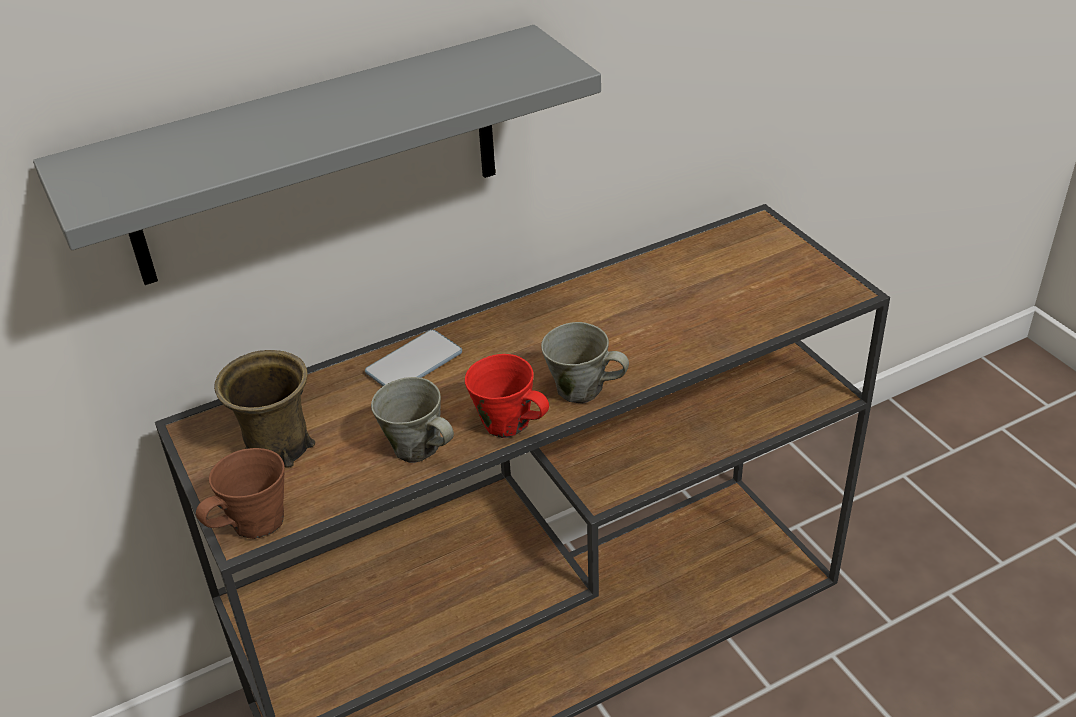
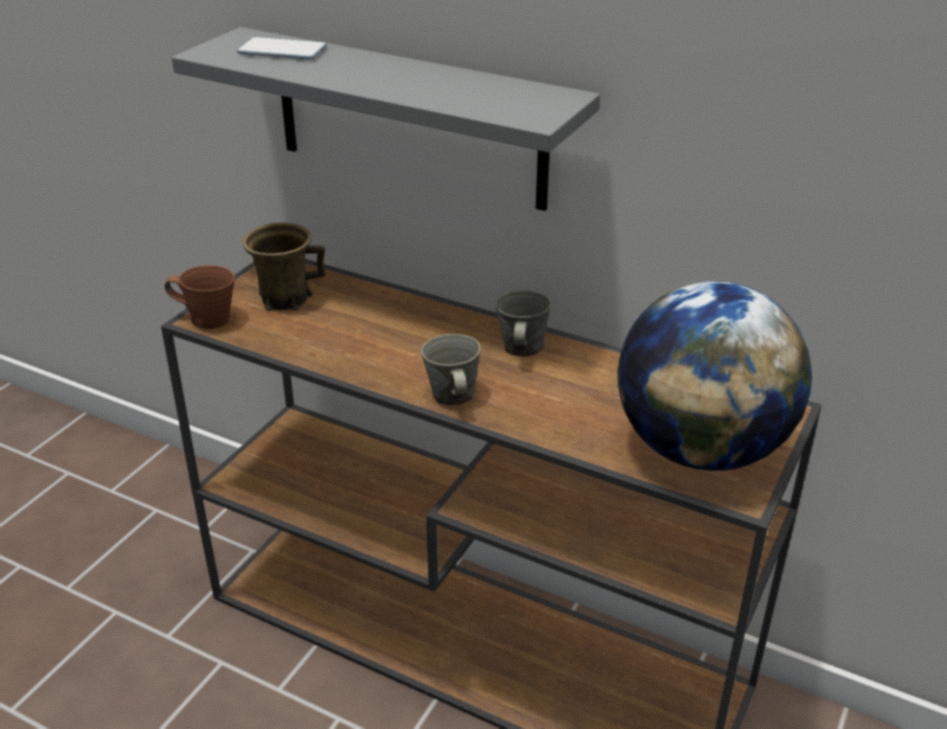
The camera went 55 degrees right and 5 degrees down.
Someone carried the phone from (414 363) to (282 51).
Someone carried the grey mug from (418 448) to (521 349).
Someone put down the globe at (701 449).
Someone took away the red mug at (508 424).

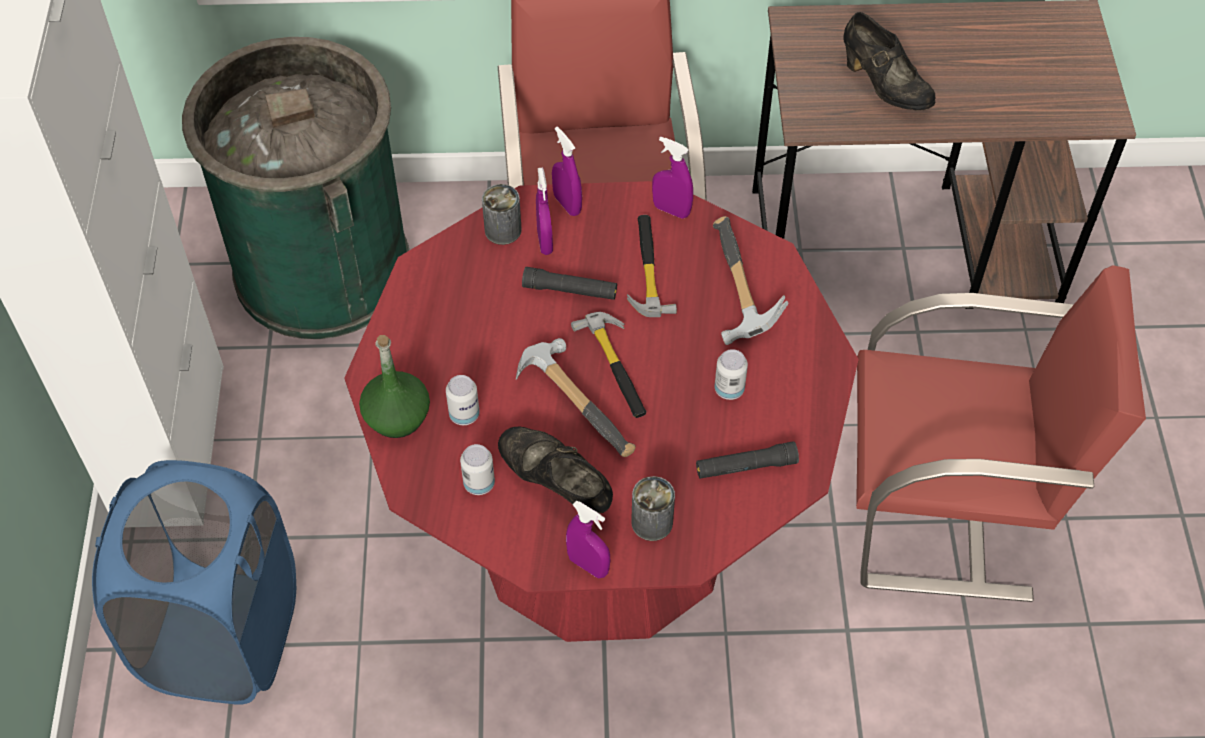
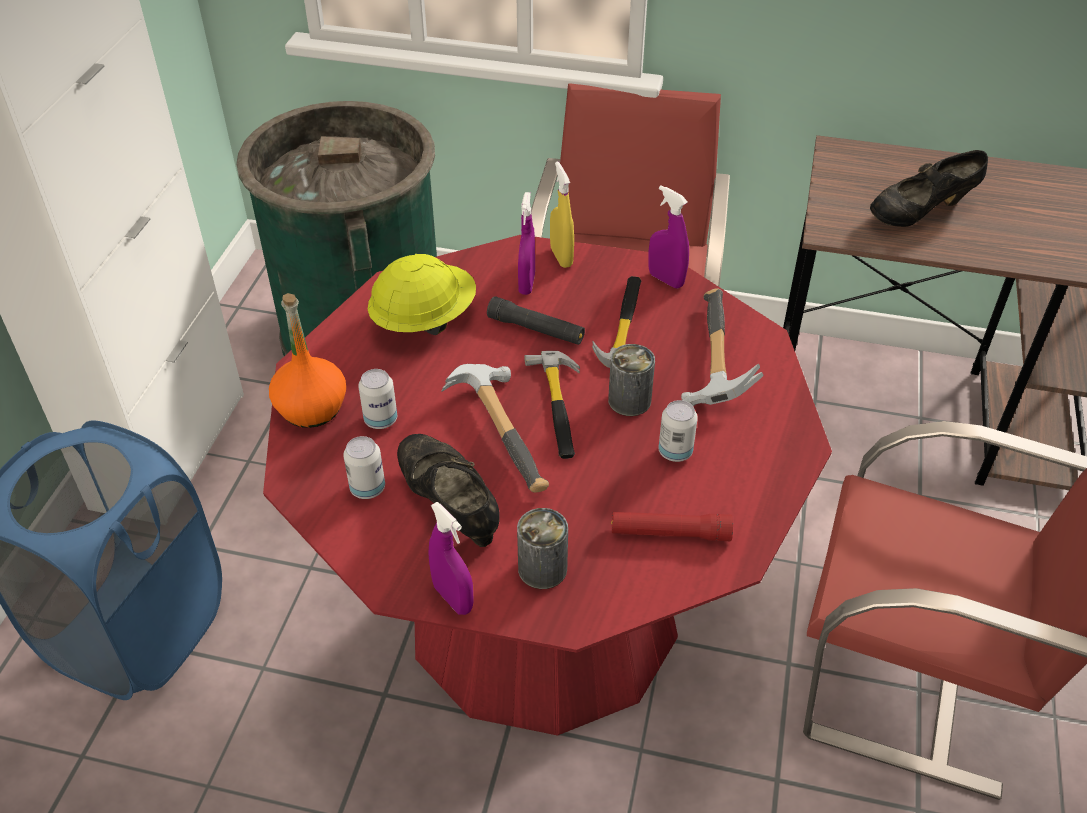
The camera went 15 degrees right and 10 degrees down.
Someone repainted the green bottle at (397 416), which became the orange bottle at (312 408).
Someone put down the yellow hard hat at (424 320).
Someone repainted the purple spray bottle at (567 204), which became the yellow spray bottle at (561 257).
Someone carried the can from (503 230) to (629 400).
Someone repainted the black flashlight at (745 466), which became the red flashlight at (670 533).
Someone rotated the black shoe at (884 86) by 90 degrees clockwise.

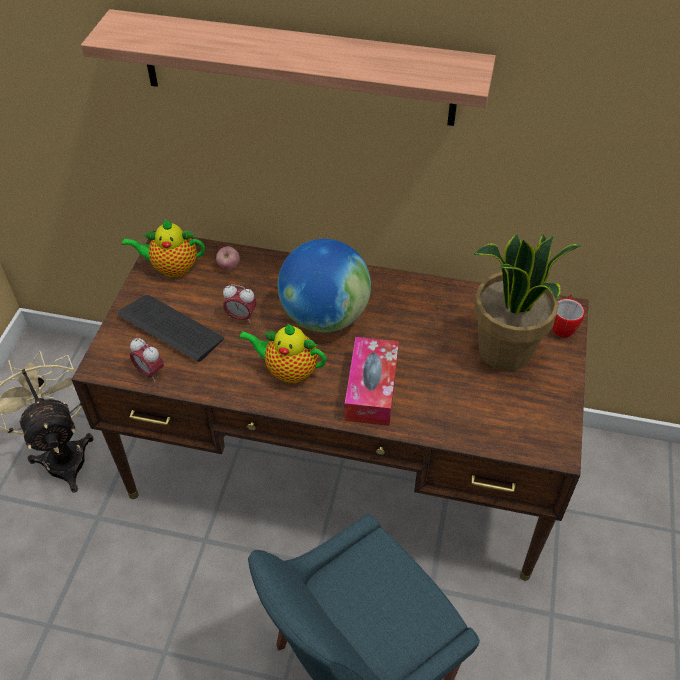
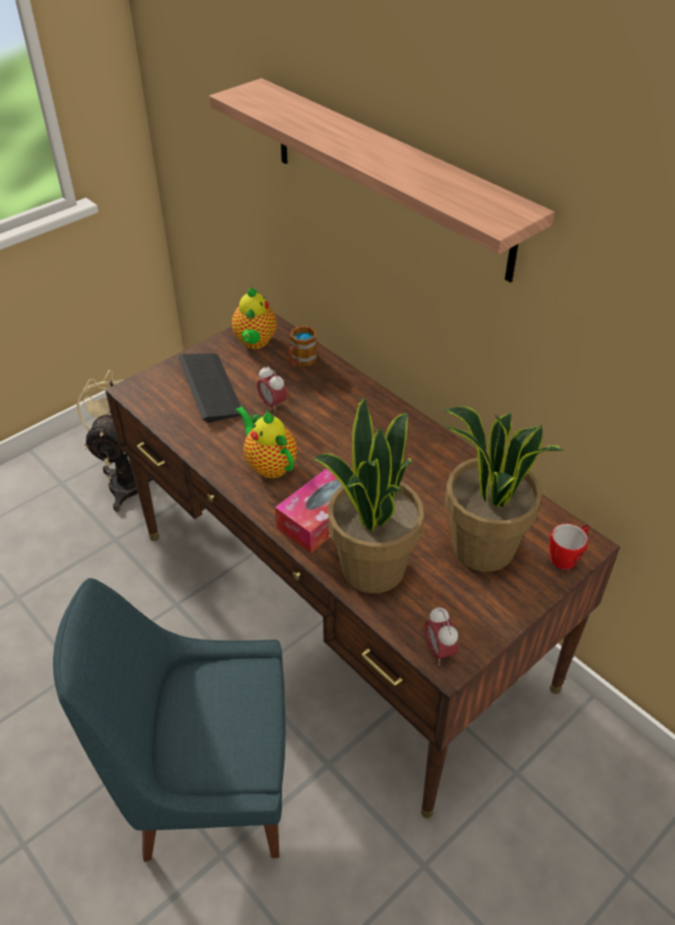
The camera went 35 degrees right and 5 degrees down.
Someone rotated the teapot at (172 268) by 120 degrees counterclockwise.
Someone swapped the apple at (229 266) for the mug at (301 361).
Someone put down the potted plant at (371 567).
Someone carried the alarm clock from (150 372) to (439 651).
Someone took away the globe at (324 316).

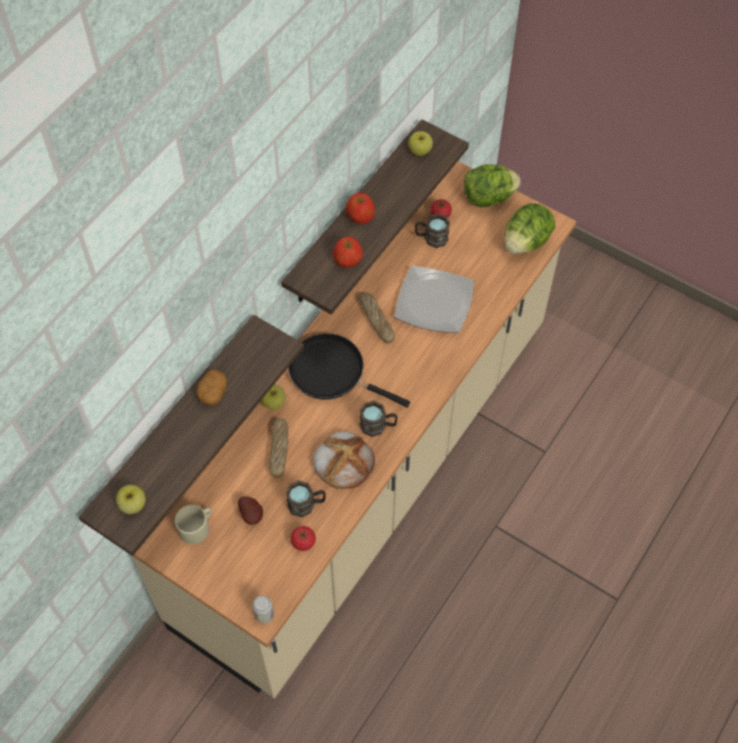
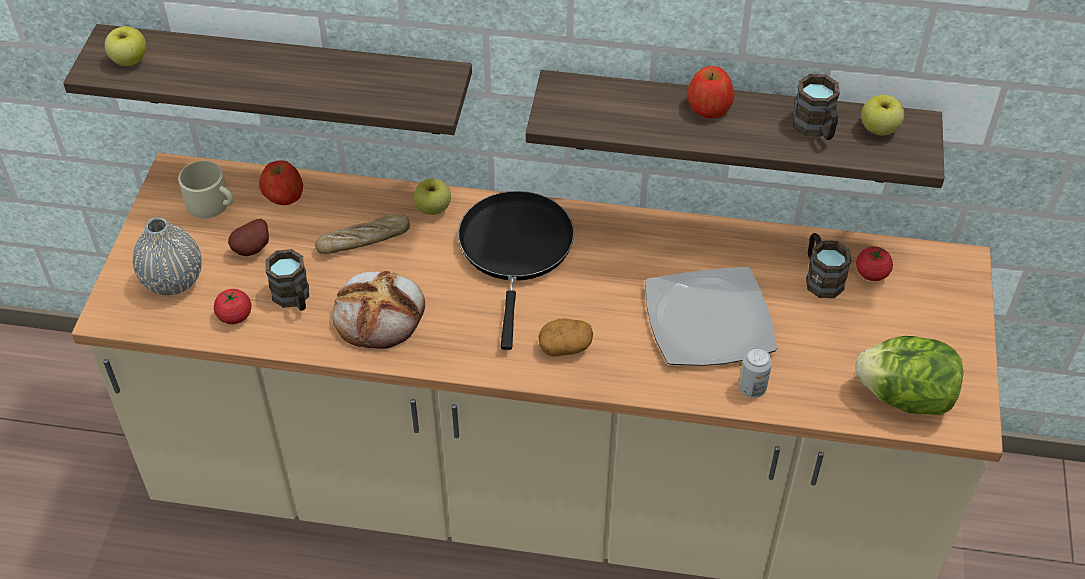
The camera went 65 degrees right and 10 degrees down.
Someone put down the grey vase at (173 280).
Someone carried the apple from (347 259) to (283 195).
Someone carried the potato from (212 392) to (565 346).
Someone carried the can from (264 615) to (752 388).
Someone carried the brown mug from (378 426) to (816 128).
Someone took away the bread at (376 320).
Someone took away the lettuce at (488 198).

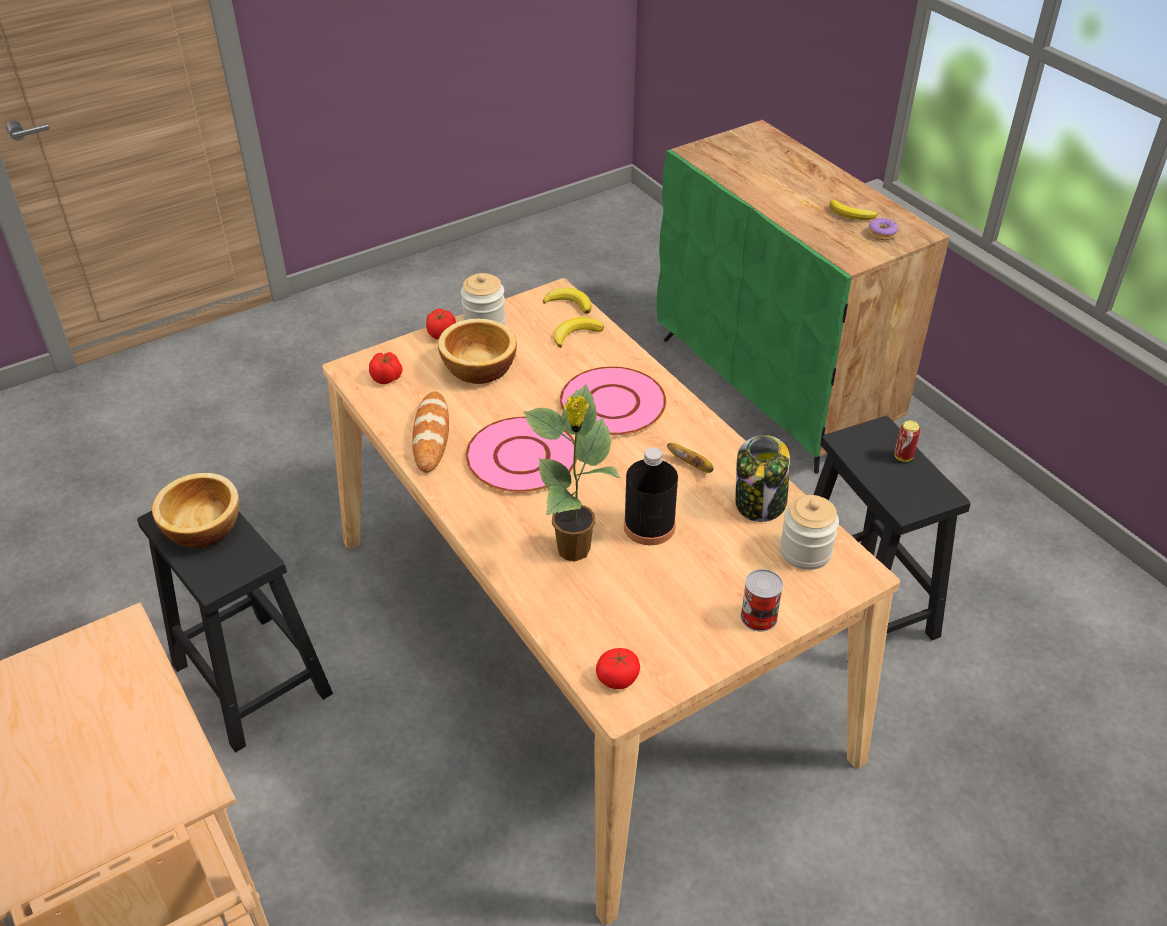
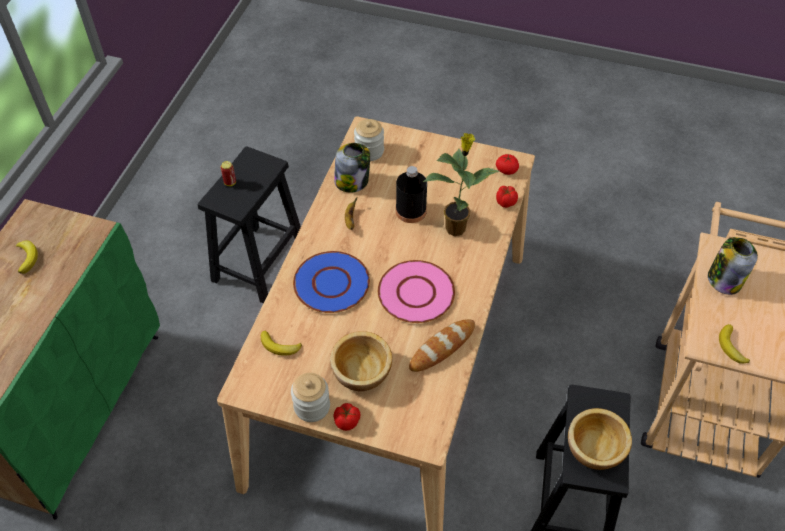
The camera went 130 degrees left and 10 degrees up.
Someone repainted the pink plate at (612 404), which became the blue plate at (332 283).
Someone carried the tomato from (387 378) to (505 202).
Someone put down the jar at (724 279).
Someone carried the banana from (569 303) to (731 347).
Someone took away the can at (759 617).
Someone took away the donut at (882 234).

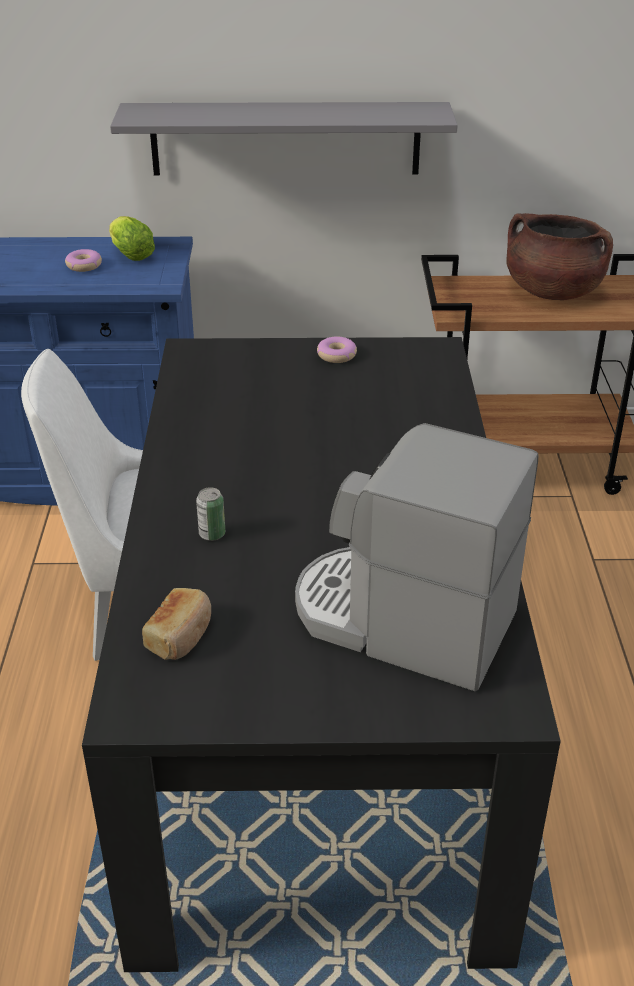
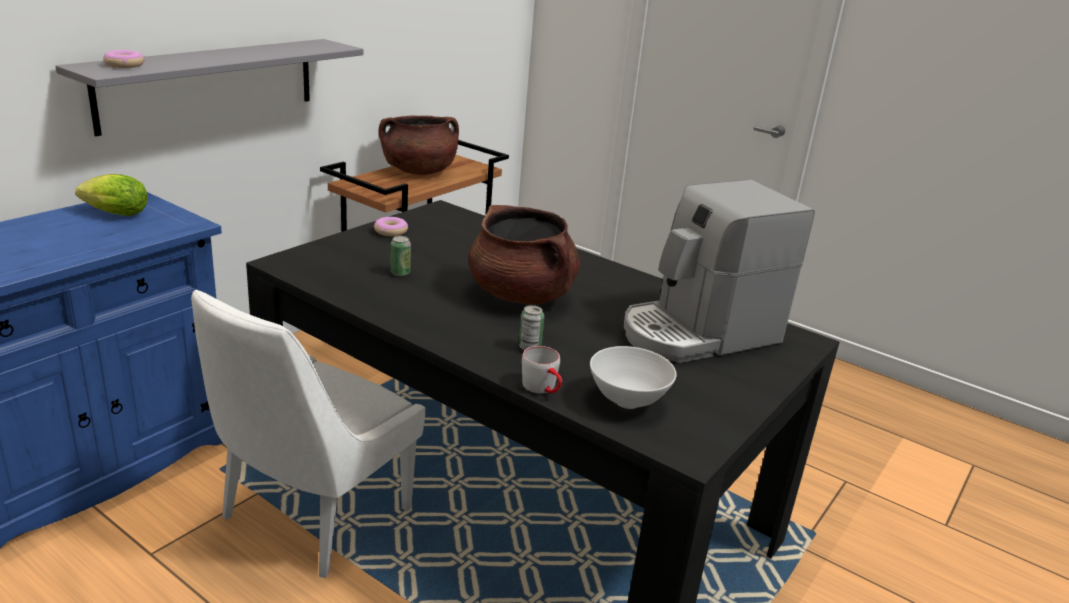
The camera went 55 degrees left and 10 degrees down.
Someone carried the donut from (84 266) to (124 65).
Someone put down the can at (400 273).
Someone put down the brown cooking pot at (522 295).
Someone put down the grey mug at (543 389).
Someone swapped the bread at (180 636) for the white bowl at (628 402).

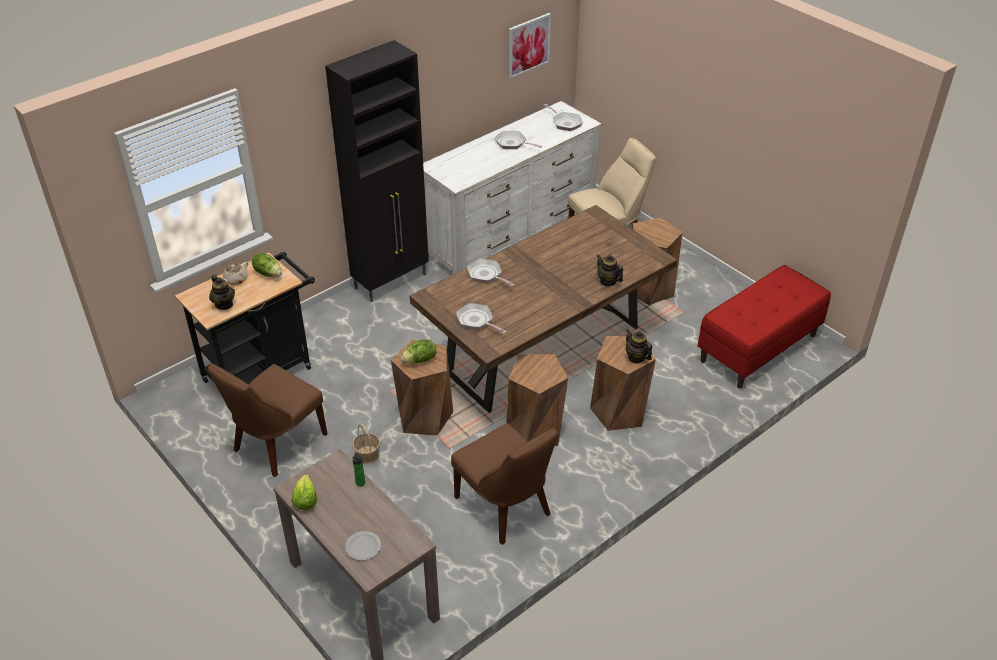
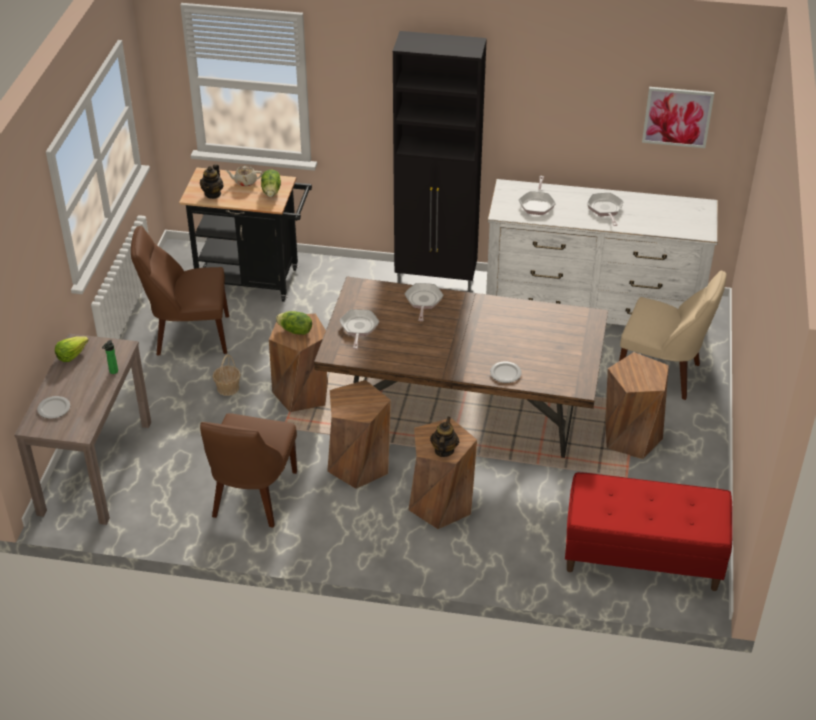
The camera went 50 degrees right and 0 degrees up.
Someone swapped the teapot at (608 281) for the plate at (505 373).
Someone carried the frying pan from (565 123) to (537 204).

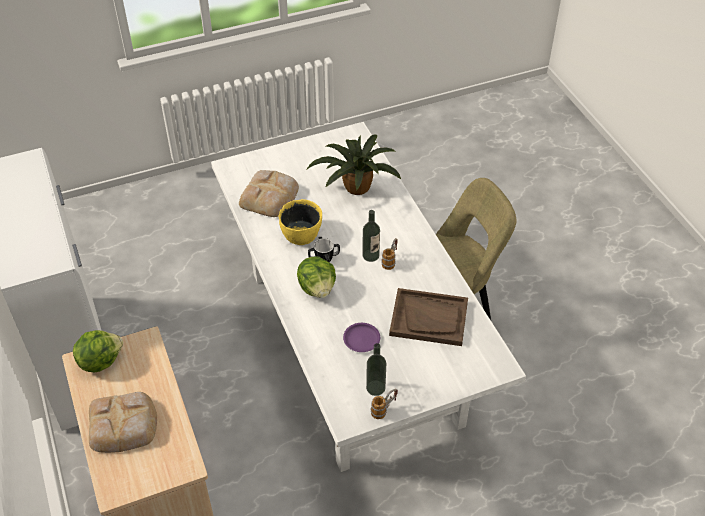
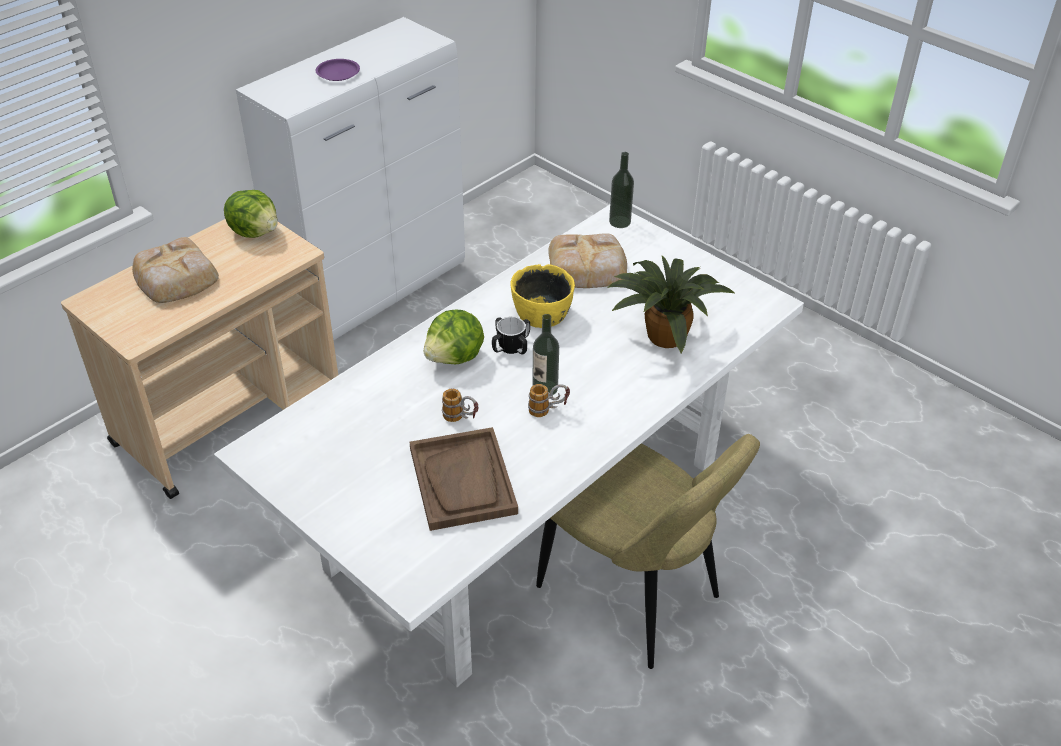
The camera went 65 degrees right and 5 degrees down.
Someone carried the purple plate from (361 339) to (338 73).
Someone carried the mug from (384 409) to (461 418).
Someone carried the bottle from (375 388) to (619 222).

